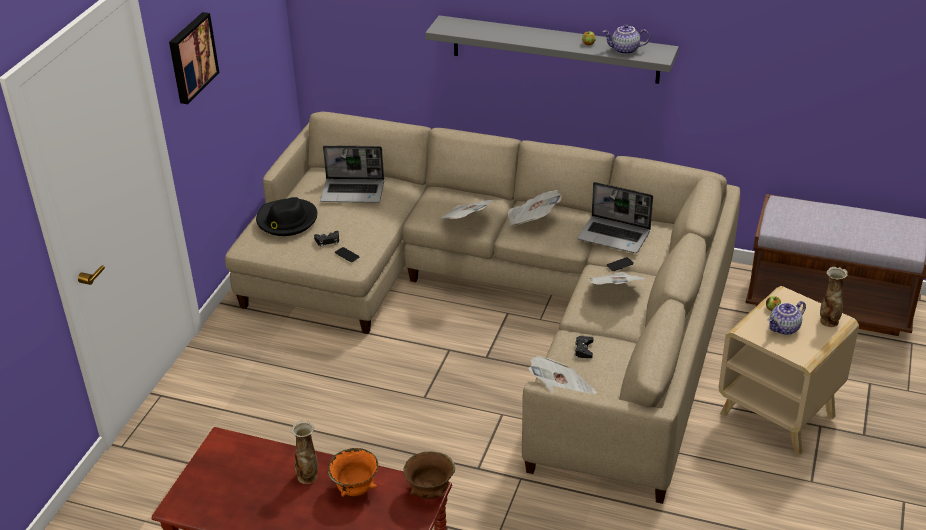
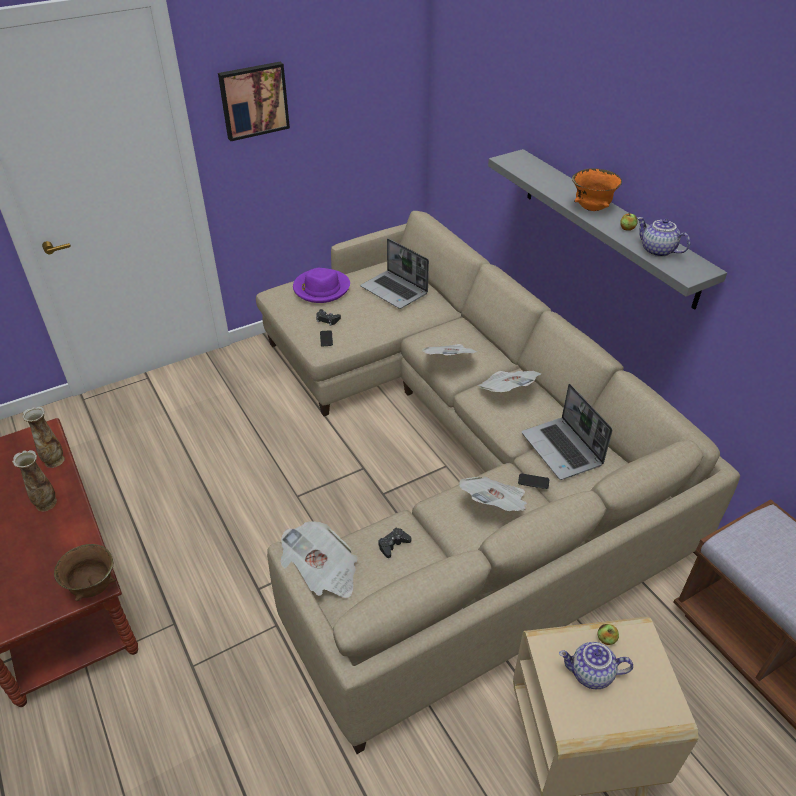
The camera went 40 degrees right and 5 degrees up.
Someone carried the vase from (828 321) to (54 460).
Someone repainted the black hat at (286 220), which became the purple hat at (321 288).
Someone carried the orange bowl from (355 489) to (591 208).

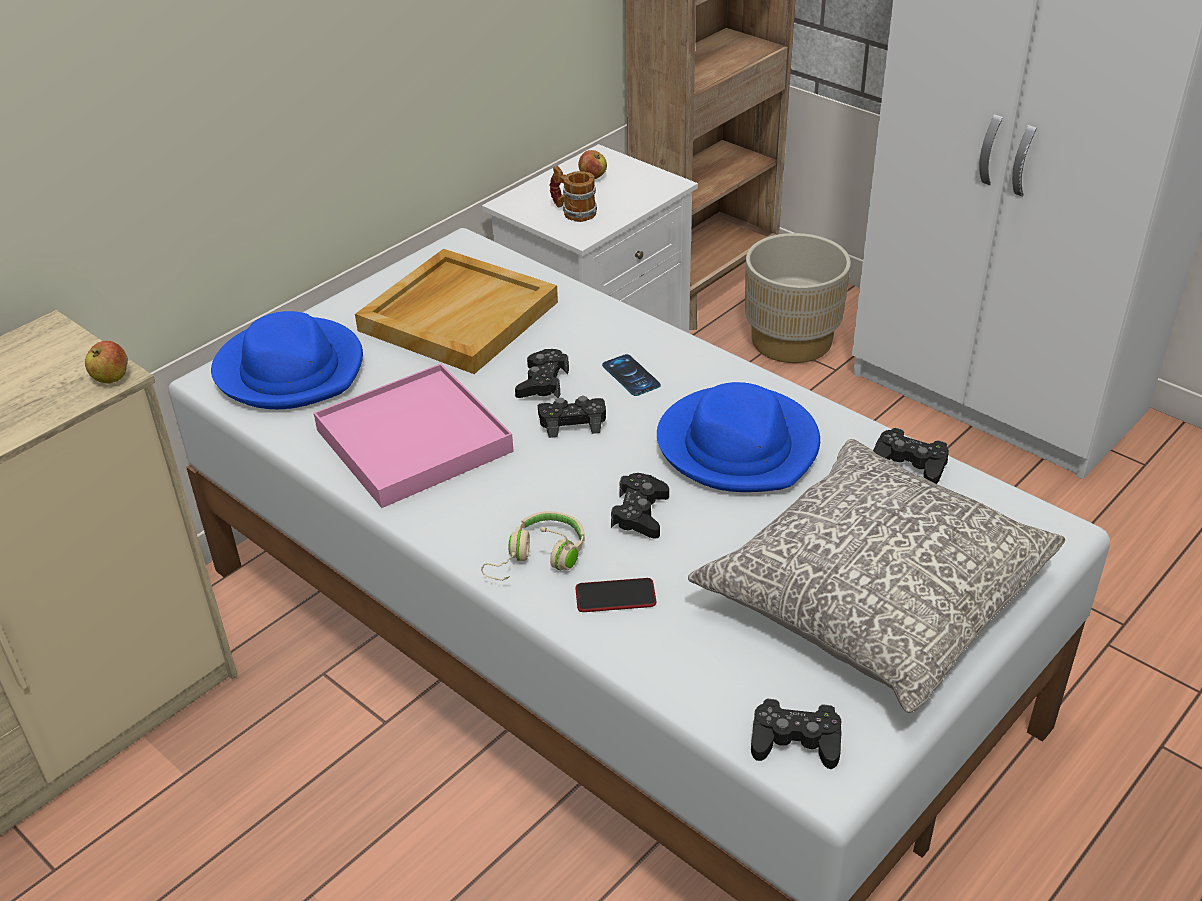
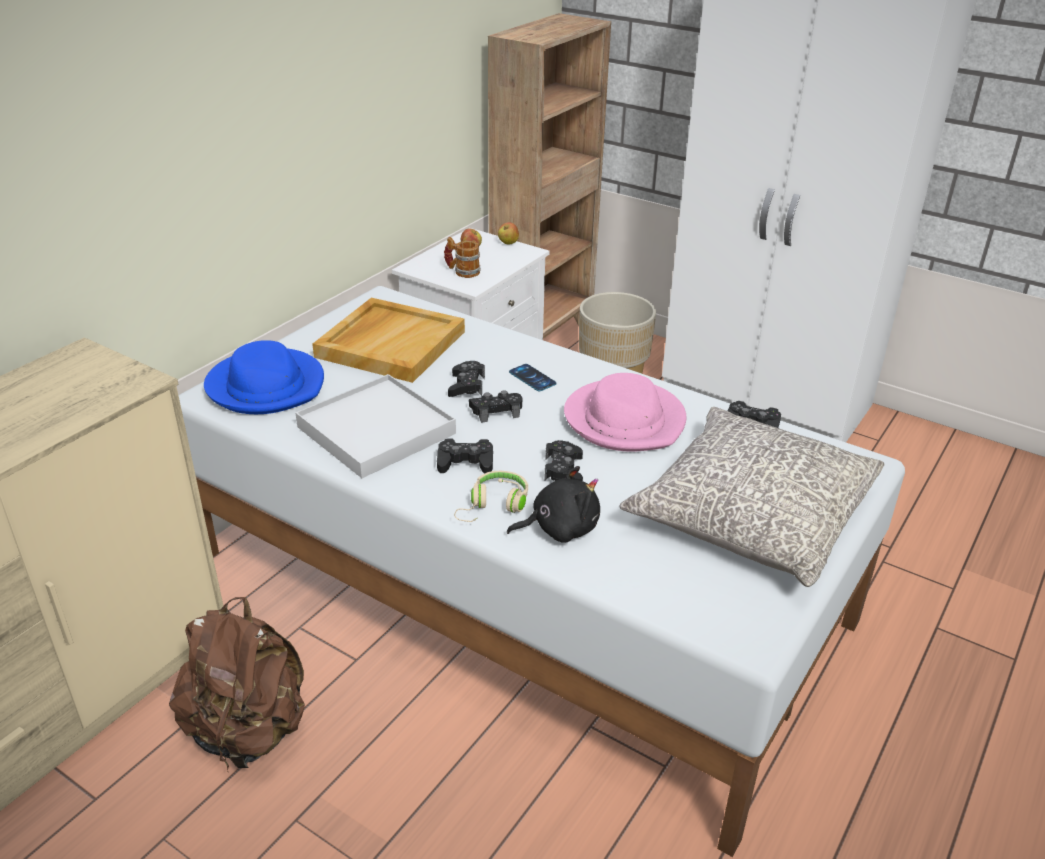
The camera went 10 degrees left and 5 degrees down.
Someone put down the brown backpack at (248 732).
Someone repainted the pink tray at (414 441), which became the white tray at (377 430).
Someone carried the black game controller from (795 741) to (465 462).
Someone carried the apple from (111 378) to (508 243).
Someone swapped the phone at (615 596) for the black plush toy at (560 528).
Someone repainted the blue hat at (739 445), which became the pink hat at (625 420).

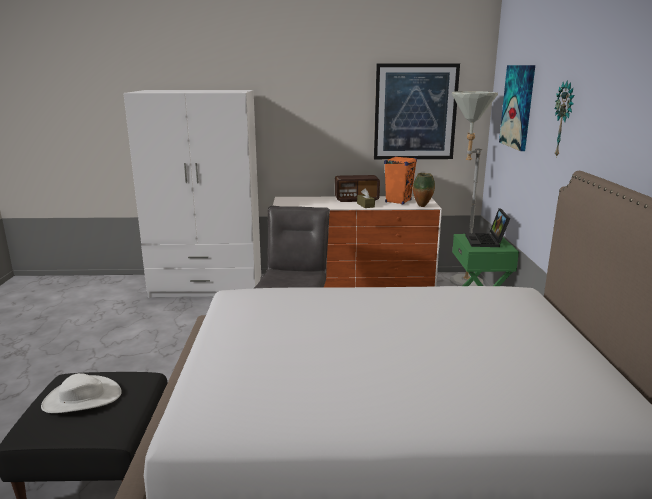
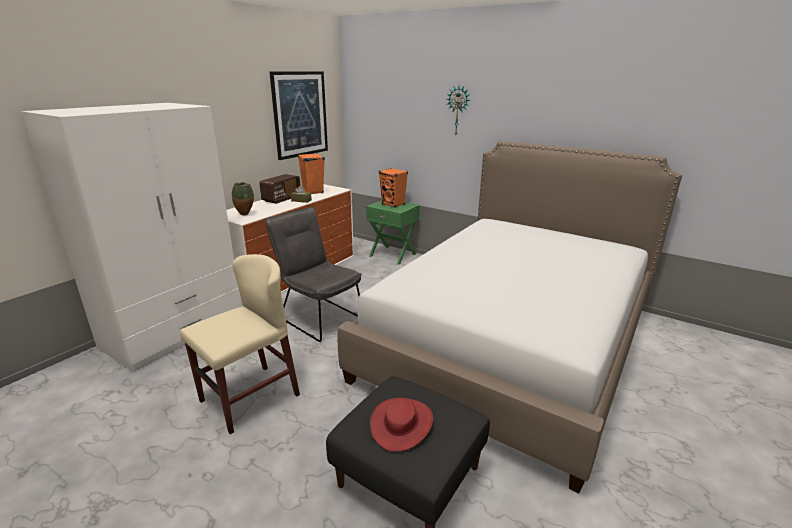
The camera went 55 degrees left and 5 degrees up.
Someone put down the beige chair at (249 398).
Someone carried the vase from (423 206) to (245 214).
Someone repainted the white hat at (82 399), which became the red hat at (402 424).
Someone swapped the laptop at (486 241) for the orange speaker at (393 204).
Someone took away the grey floor lamp at (460 283).
Someone took away the picture at (518 106).

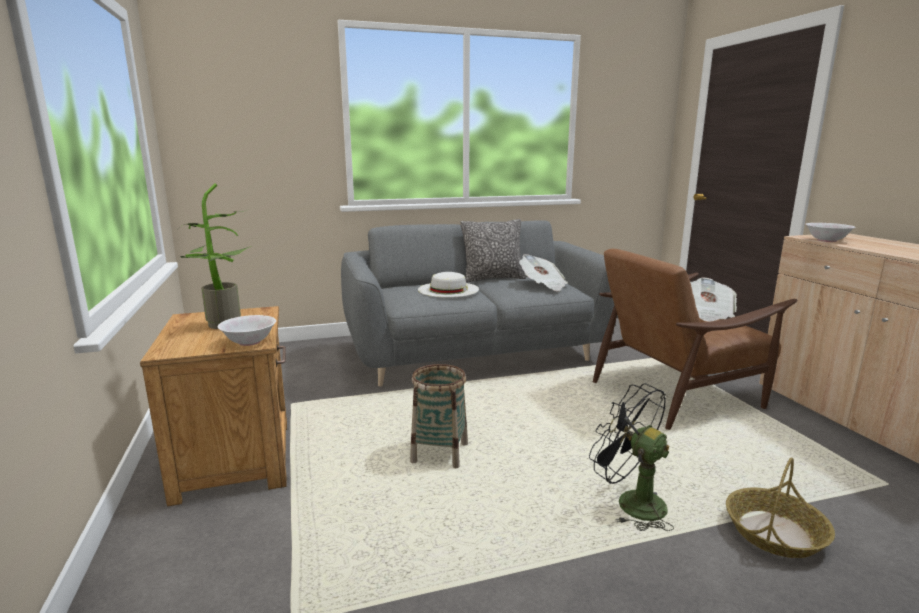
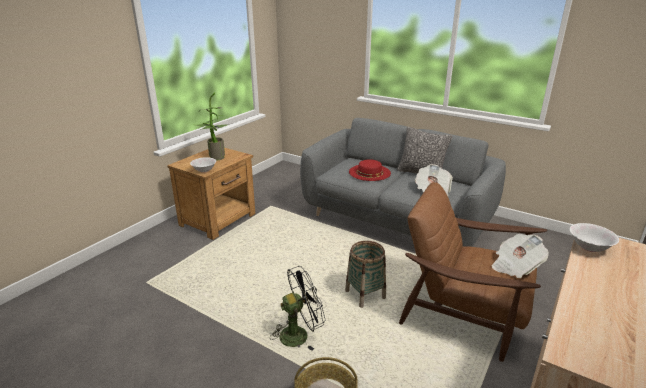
The camera went 50 degrees right and 10 degrees up.
Someone rotated the black fan at (630 502) by 60 degrees clockwise.
Someone carried the basket from (439 453) to (365 294).
Someone repainted the white hat at (448 289), which became the red hat at (369 172).

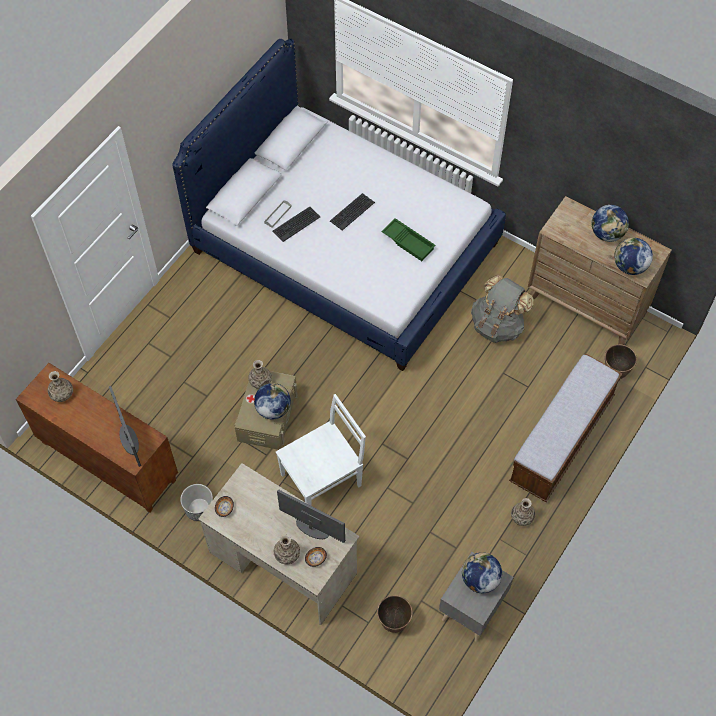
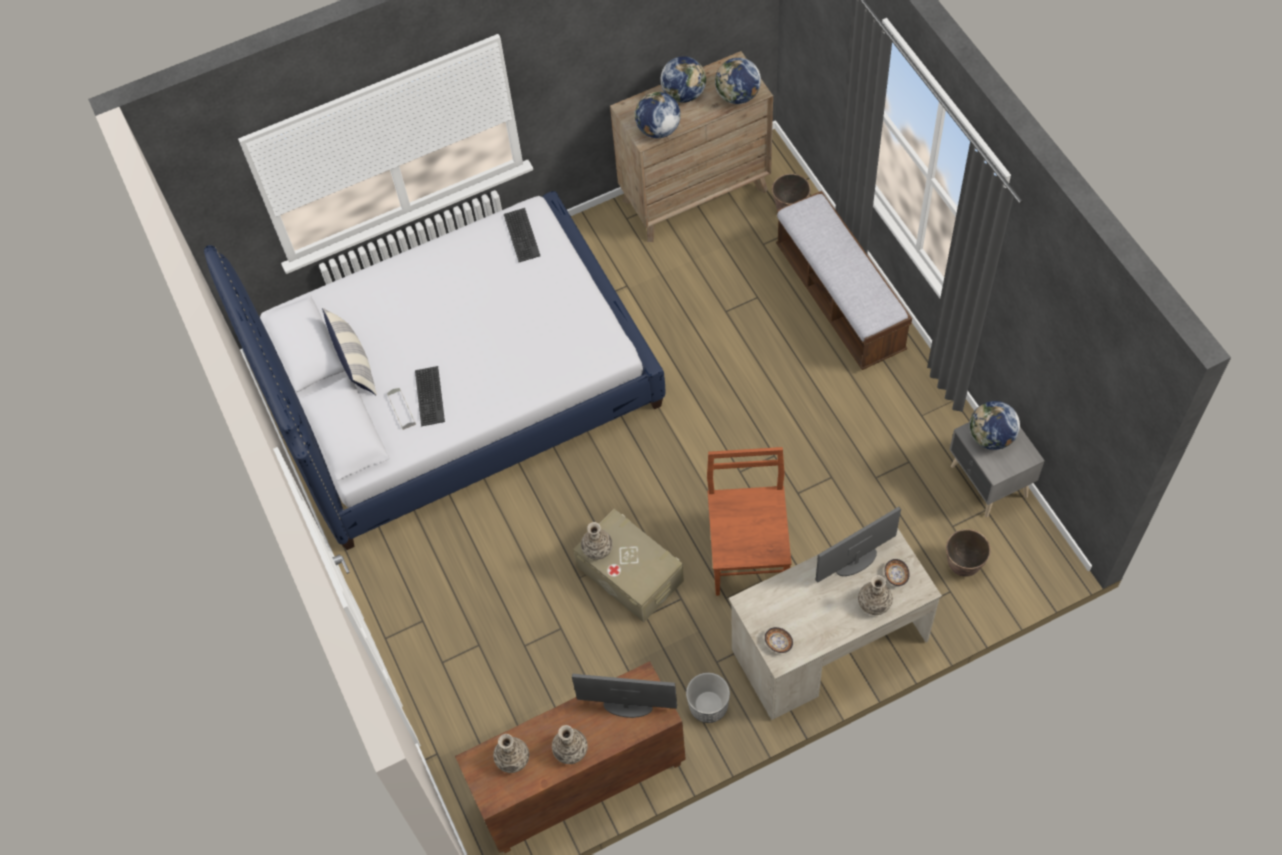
The camera went 55 degrees left and 0 degrees up.
Someone put down the pillow at (354 362).
Someone carried the keyboard from (352 211) to (521 235).
Someone carried the vase from (522 517) to (571 750).
Someone carried the globe from (273 409) to (658 130).
Someone repainted the white chair at (323 479), which became the brown chair at (748 553).
Someone took away the green tray at (409 242).
Someone took away the grey backpack at (497 325).

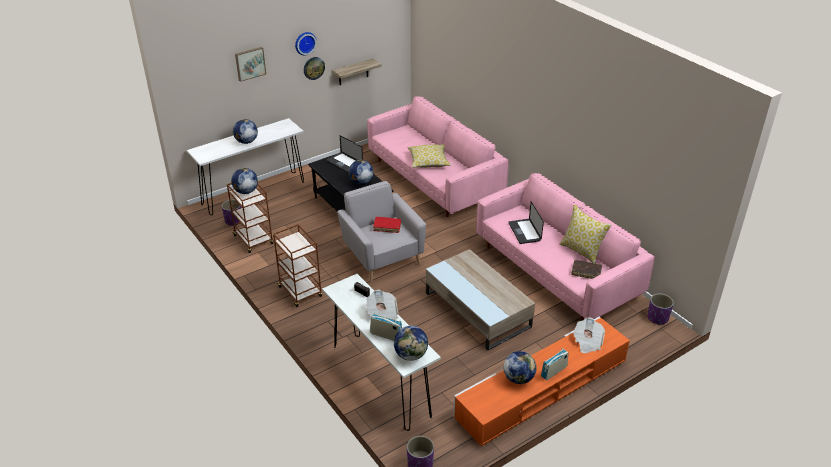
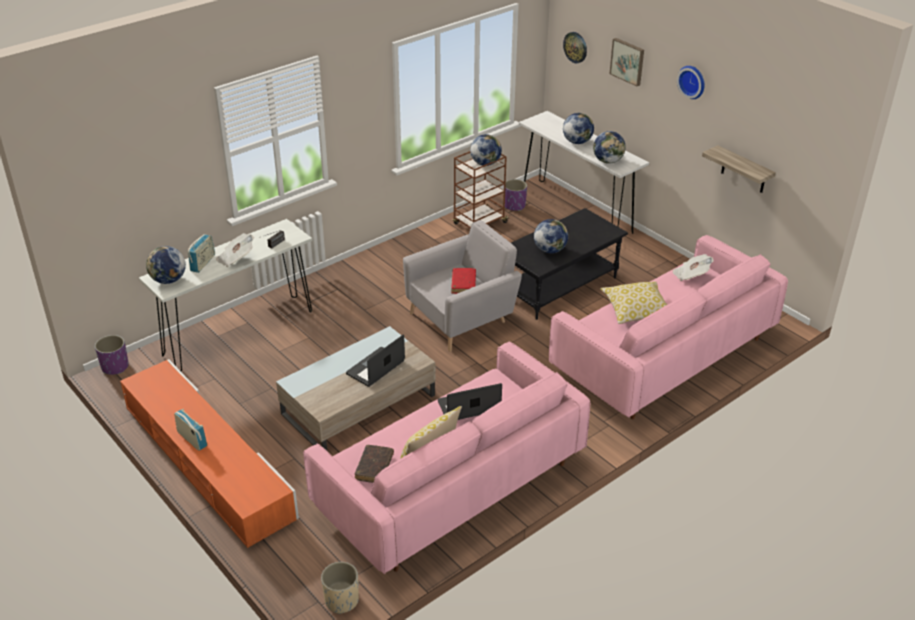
The camera went 85 degrees right and 0 degrees up.
Someone repainted the purple planter at (657 318), which became the beige planter at (341 600).
Someone carried the laptop from (344 163) to (375 368).
Someone carried the wall clock from (313 68) to (575 47).
Someone carried the globe from (518 378) to (608 161).
Someone carried the newspaper from (587 342) to (691 275).
Someone took away the brown cart at (300 292).

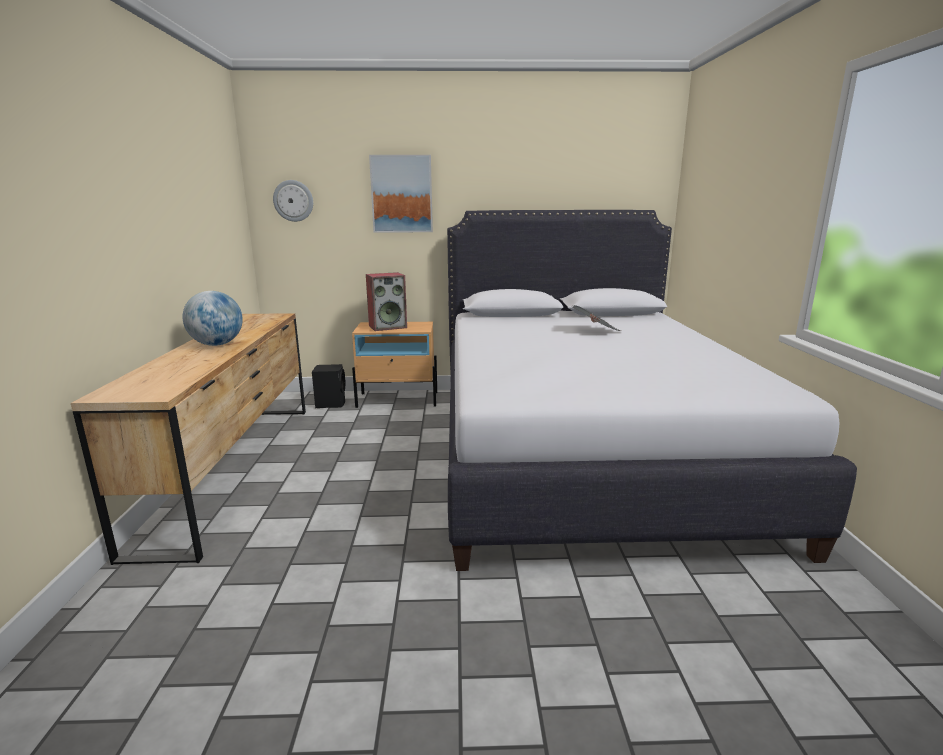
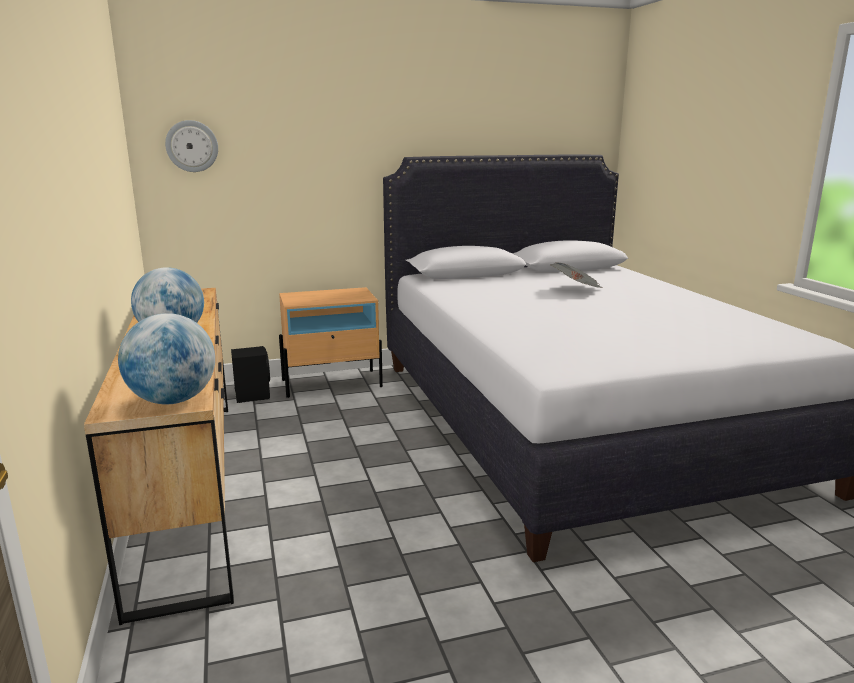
The camera went 15 degrees left and 0 degrees up.
Someone put down the globe at (173 400).
Someone took away the speaker at (388 326).
Someone took away the picture at (402 194).

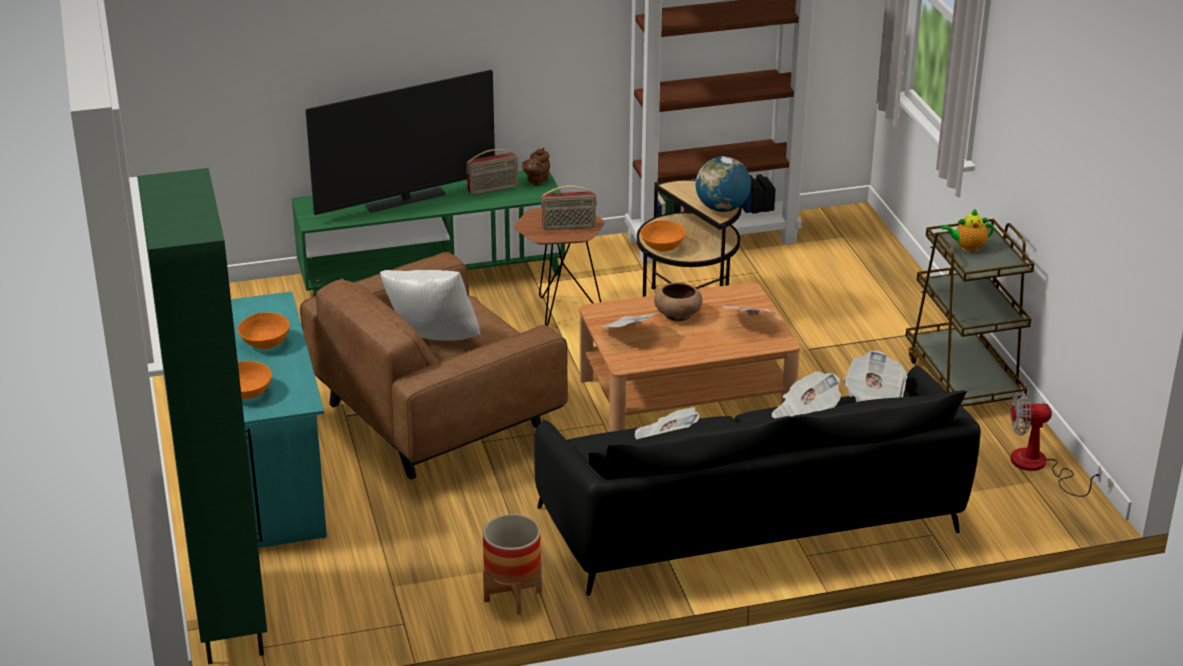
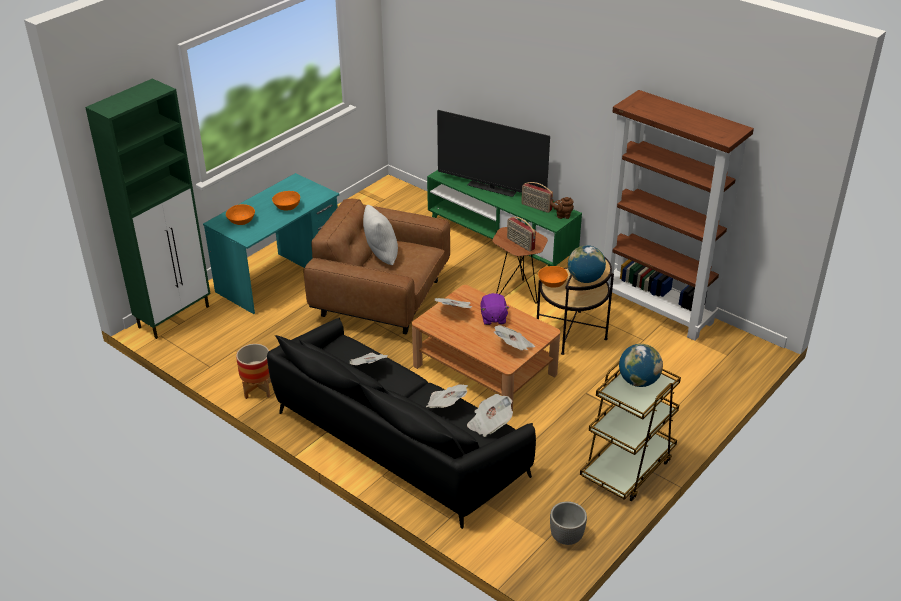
The camera went 55 degrees right and 5 degrees up.
Someone swapped the brown bowl at (677 314) for the purple plush toy at (493 318).
Someone swapped the fan at (1039 467) for the planter at (566 538).
Someone swapped the teapot at (967 247) for the globe at (638 381).

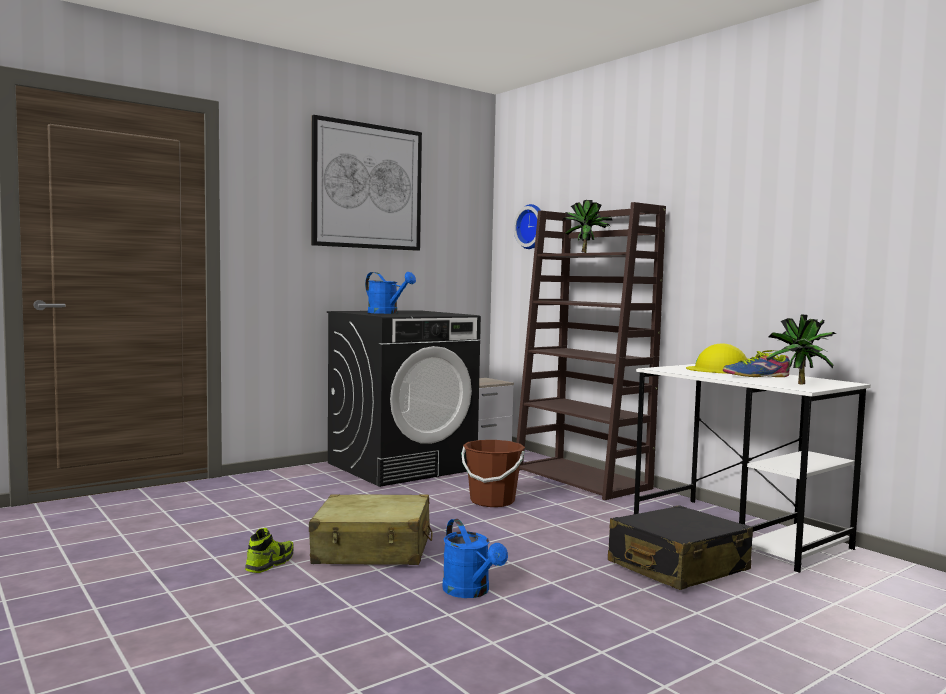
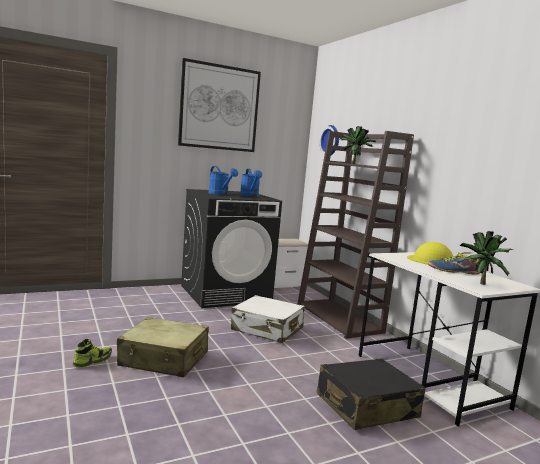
The camera went 10 degrees right and 5 degrees up.
Someone swapped the brown bucket at (492 501) for the white suitcase at (267 329).
Someone carried the blue watering can from (471 592) to (250 196).

